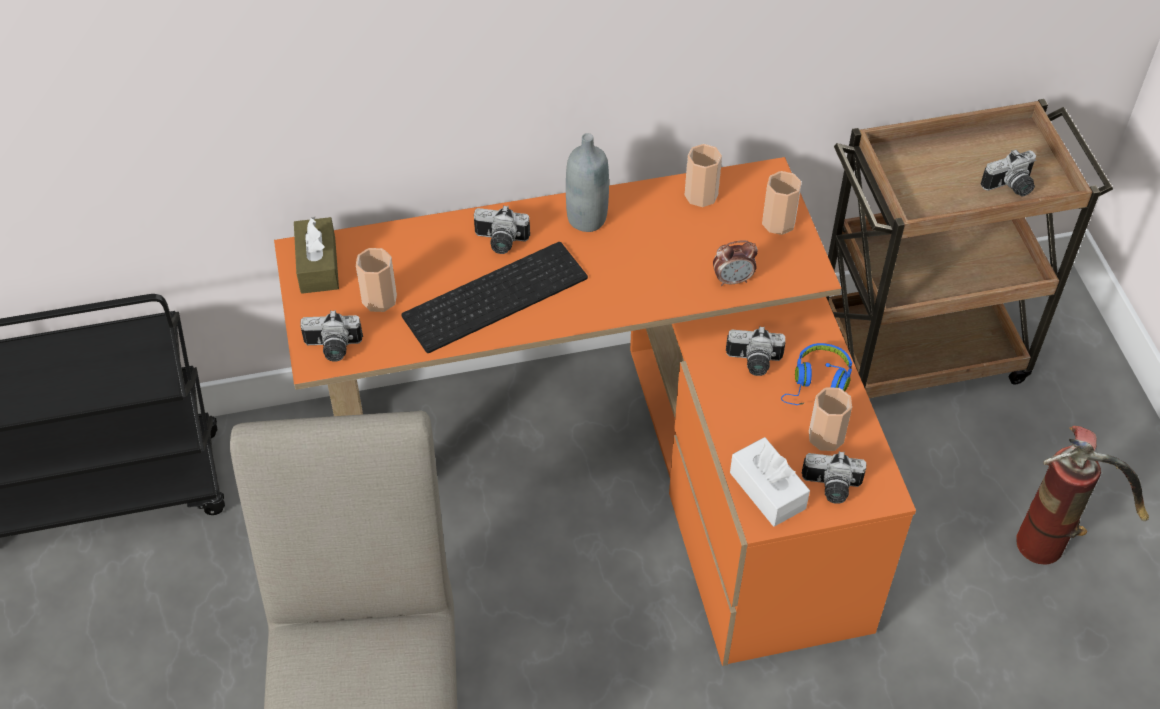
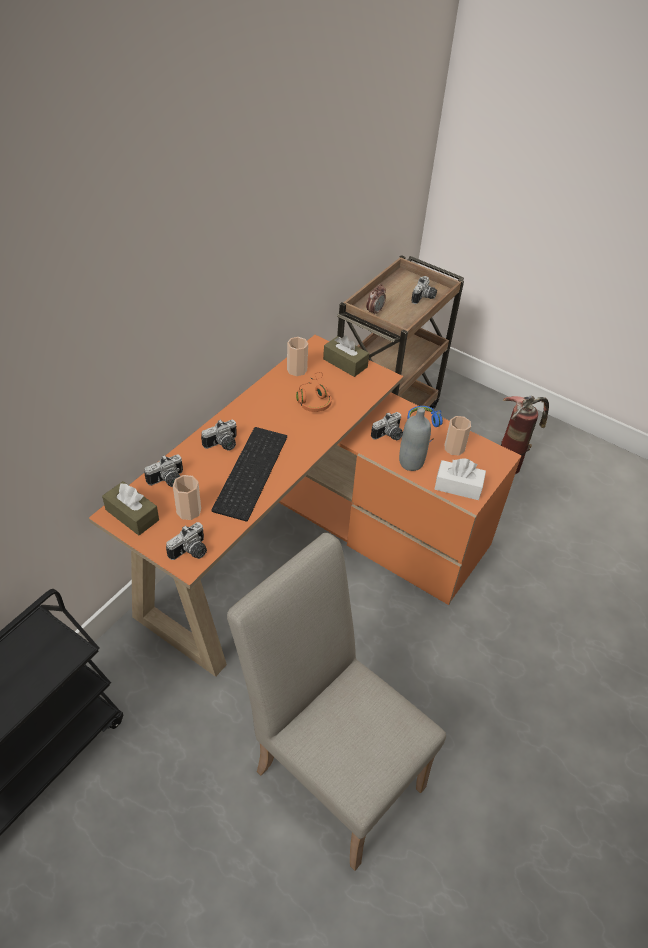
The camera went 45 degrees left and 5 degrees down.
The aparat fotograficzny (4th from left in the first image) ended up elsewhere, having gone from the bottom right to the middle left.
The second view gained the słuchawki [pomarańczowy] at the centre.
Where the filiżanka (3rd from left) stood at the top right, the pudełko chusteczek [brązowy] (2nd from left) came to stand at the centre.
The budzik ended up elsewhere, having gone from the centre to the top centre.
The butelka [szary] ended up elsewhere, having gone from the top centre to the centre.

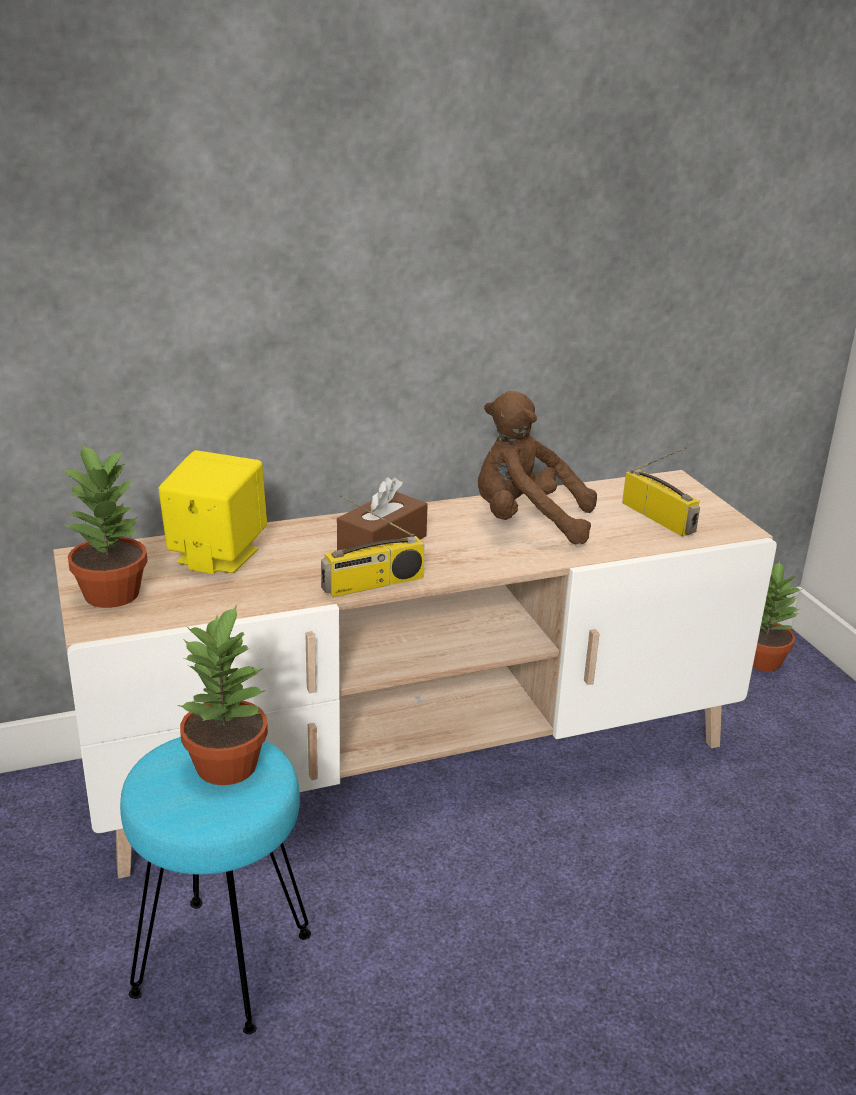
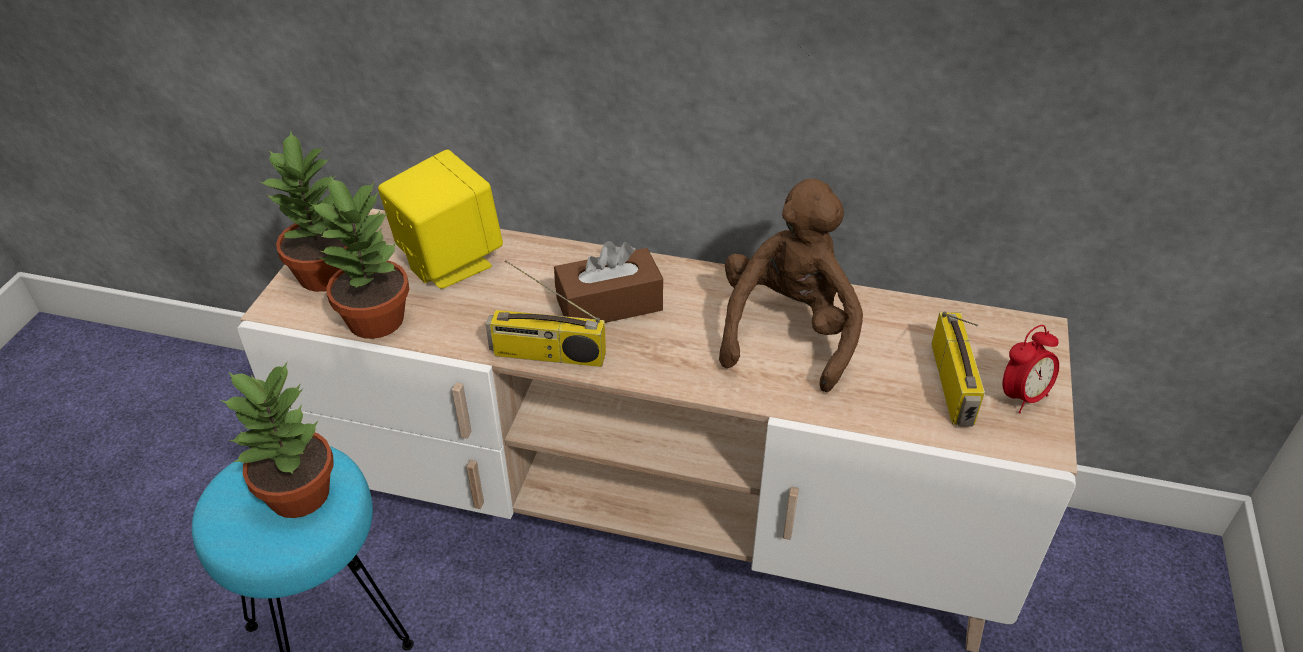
The camera went 35 degrees right and 15 degrees up.
The roślina doniczkowa (3rd from left) ended up elsewhere, having gone from the middle right to the middle left.
The pluszak [brązowy] at the centre ended up facing another way, 60 degrees clockwise from before.
The second view gained the budzik at the middle right.

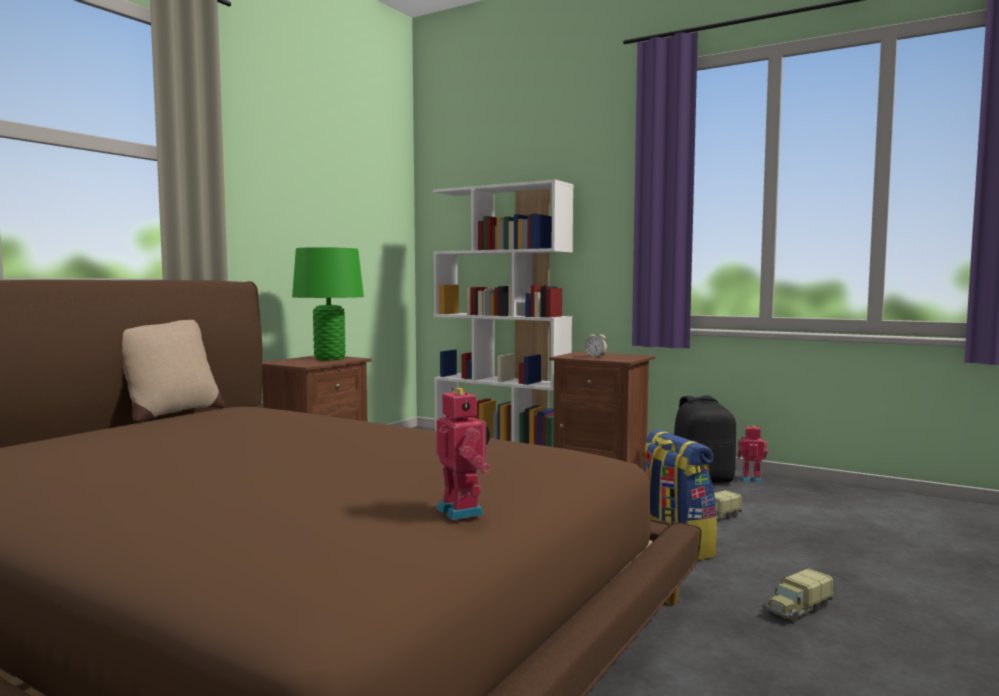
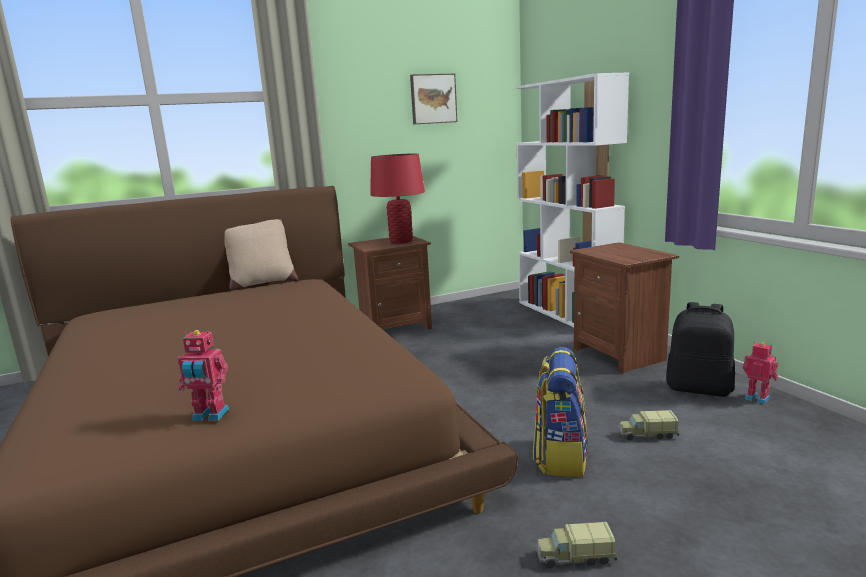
The camera went 35 degrees right and 10 degrees up.
The robot zabawkowy (1st from left) at the centre ended up facing another way, 90 degrees clockwise from before.
What was the lampa stołowa [zielony] at the middle left turned into the lampa stołowa [czerwony] at the centre.
The second view gained the obraz at the top centre.
The second view lost the budzik at the centre.

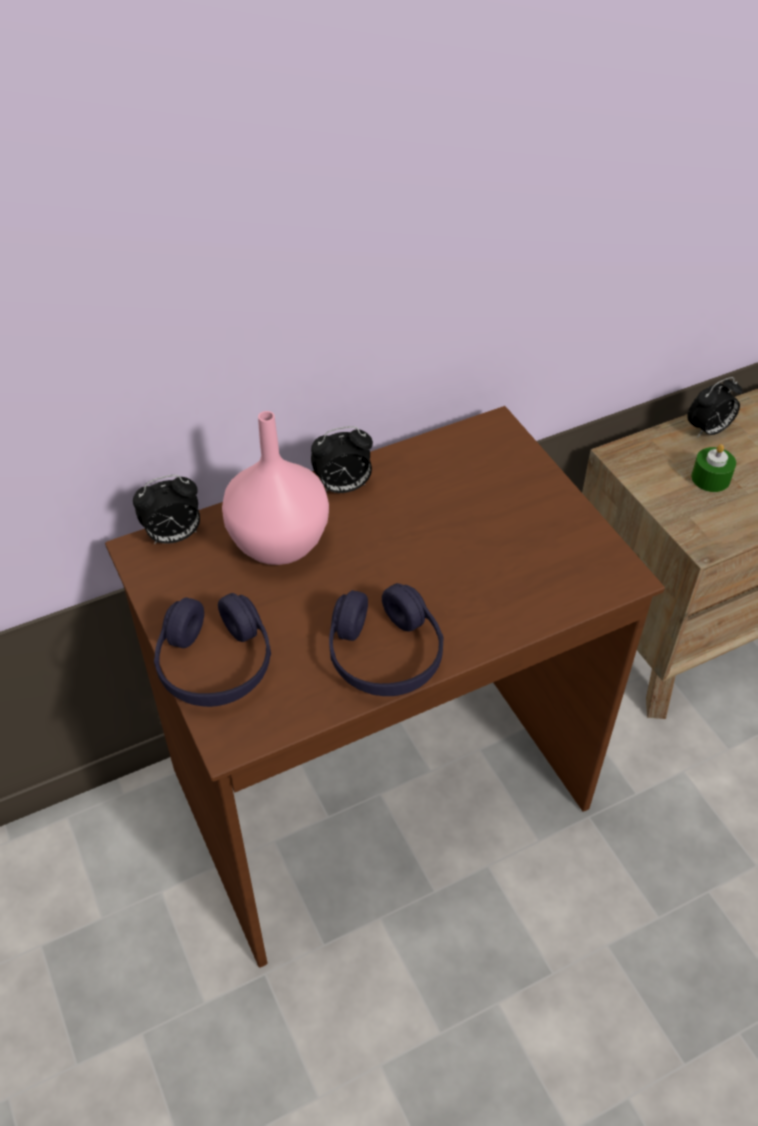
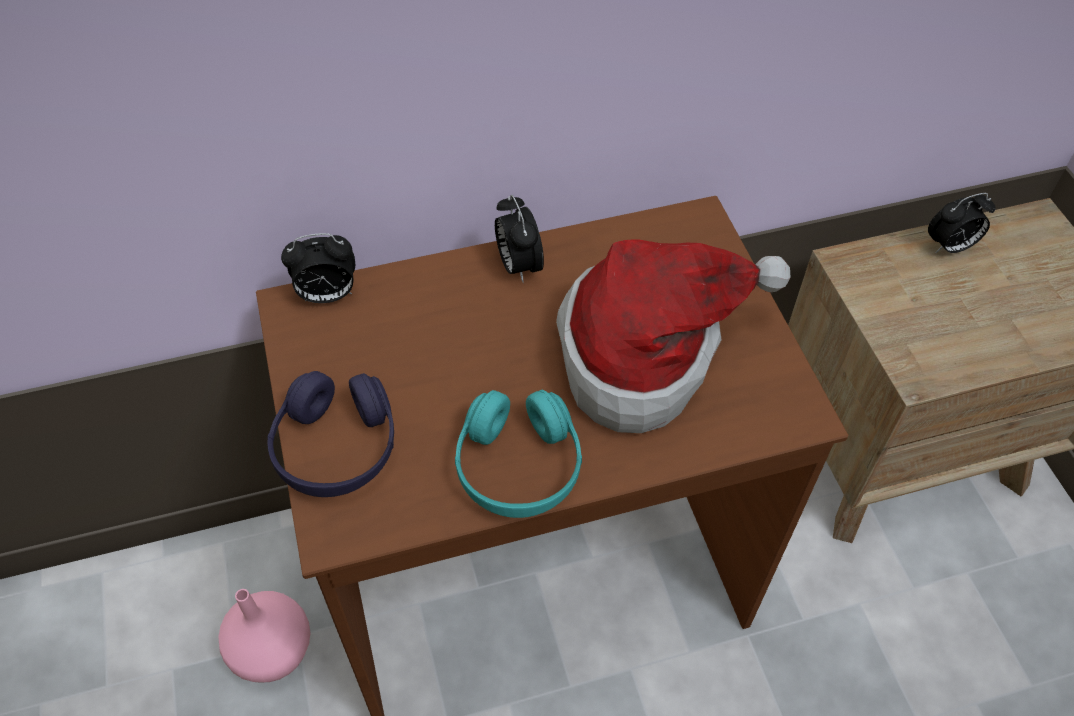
The camera went 10 degrees right and 5 degrees up.
The wazon [różowy] ended up elsewhere, having gone from the centre to the bottom left.
What was the słuchawki [fioletowy] (2nd from left) at the centre turned into the słuchawki [turkusowy] at the centre.
The budzik (2nd from left) at the centre ended up facing another way, 75 degrees clockwise from before.
The second view gained the kapelusz at the centre.
The second view lost the świeca [zielony] at the middle right.

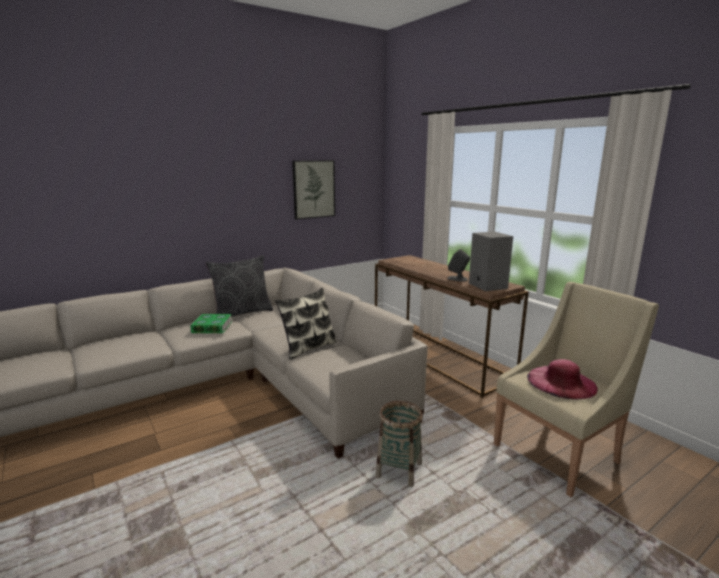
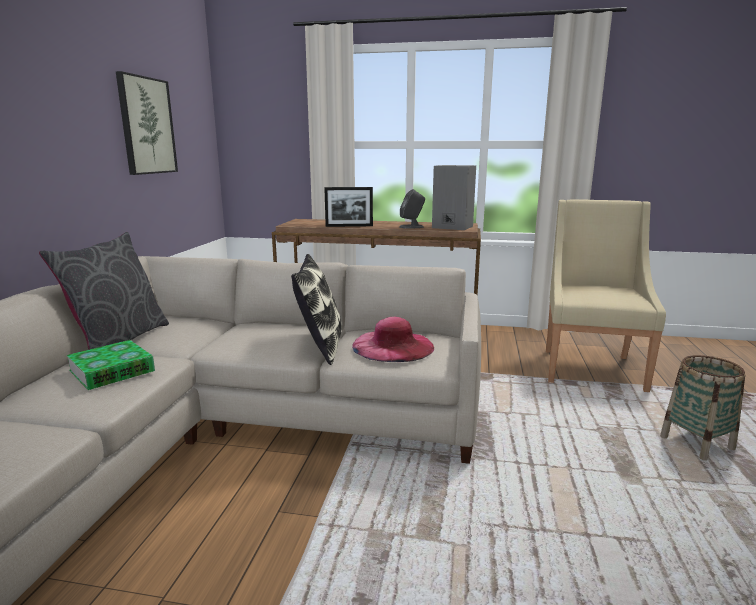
The camera went 45 degrees left and 0 degrees up.
The second view gained the ramka na zdjęcie at the centre.
The kapelusz [różowy] ended up elsewhere, having gone from the middle right to the centre.
The koszyk ended up elsewhere, having gone from the bottom centre to the bottom right.

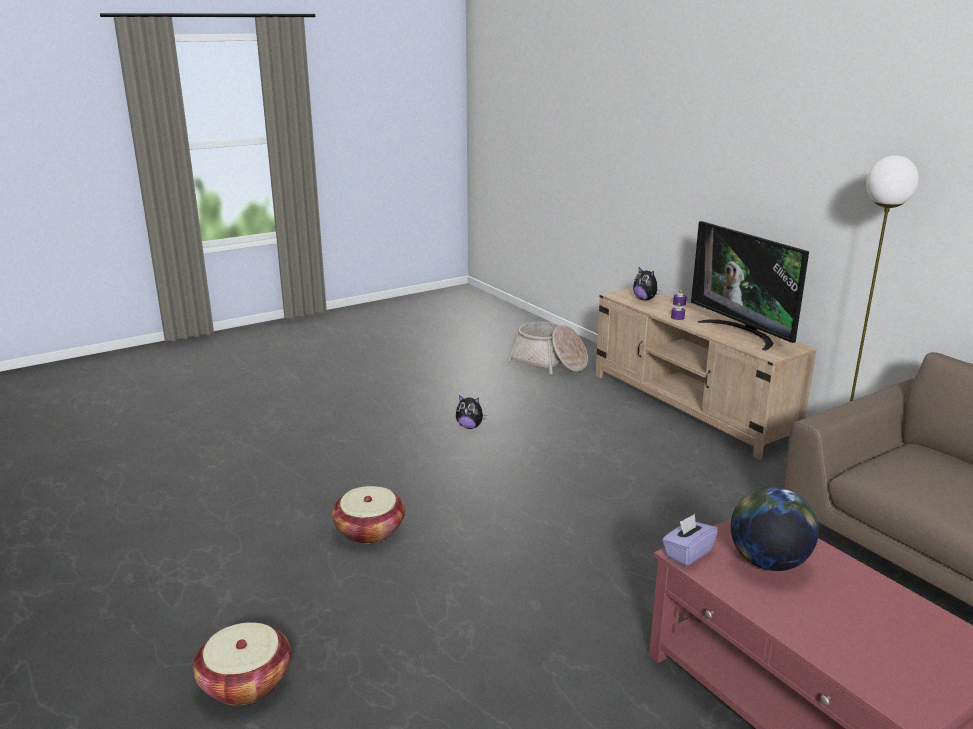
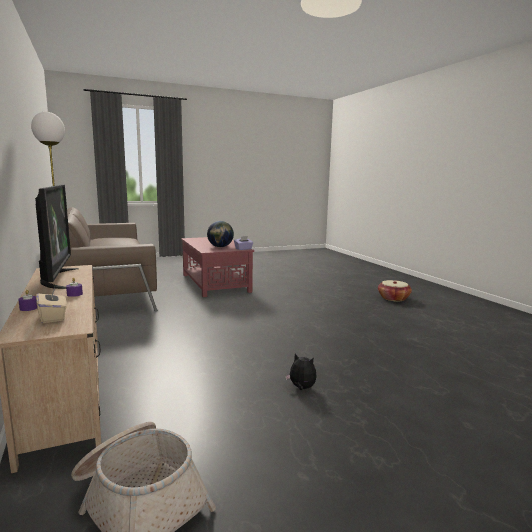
The camera went 170 degrees left and 10 degrees down.
Where the pluszak (2nd from left) stood at the centre, the pudełko chusteczek [beżowy] came to stand at the middle left.
The second view lost the koszyk (2nd from left) at the bottom centre.

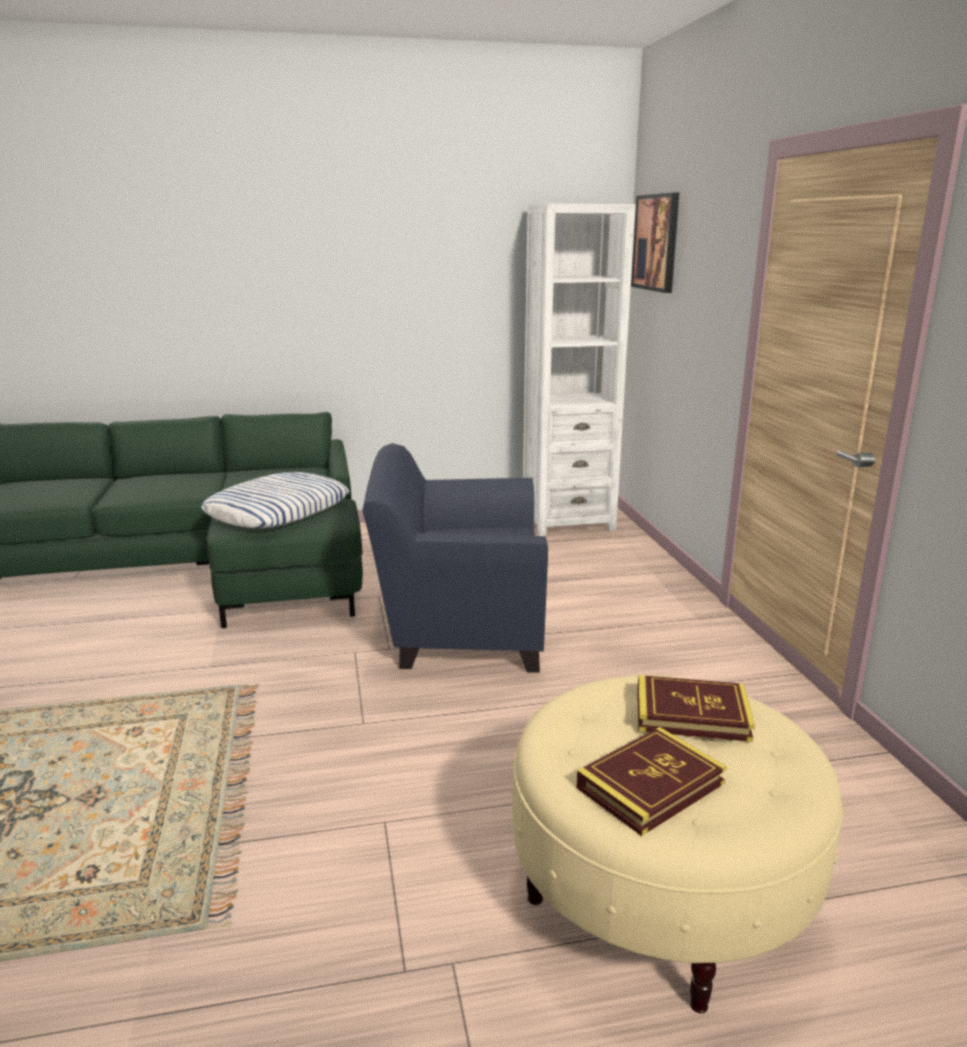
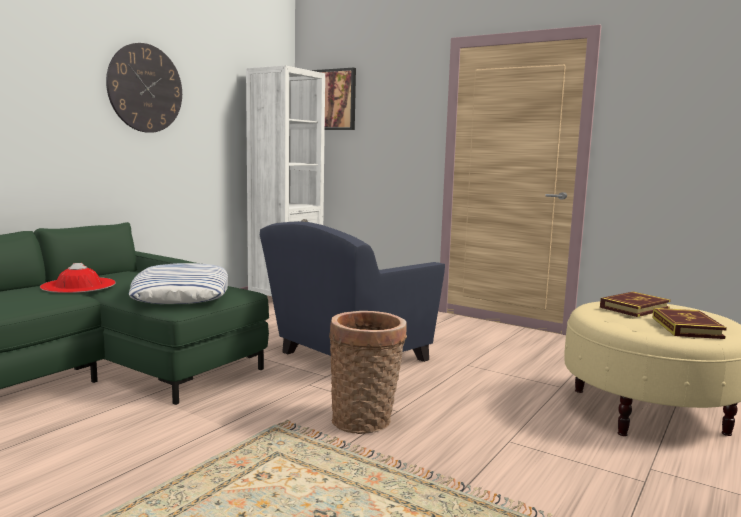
The camera went 45 degrees left and 10 degrees down.
The second view gained the kapelusz [czerwony] at the middle left.
The second view gained the zegar ścienny at the top left.
The second view gained the koszyk at the bottom centre.

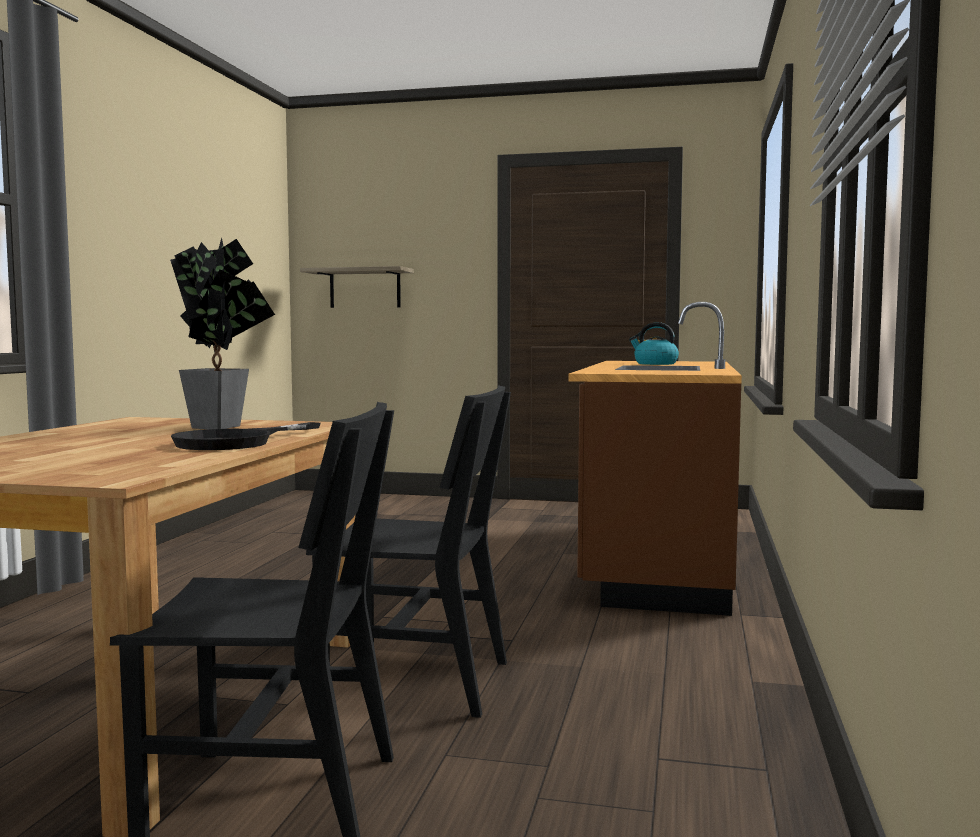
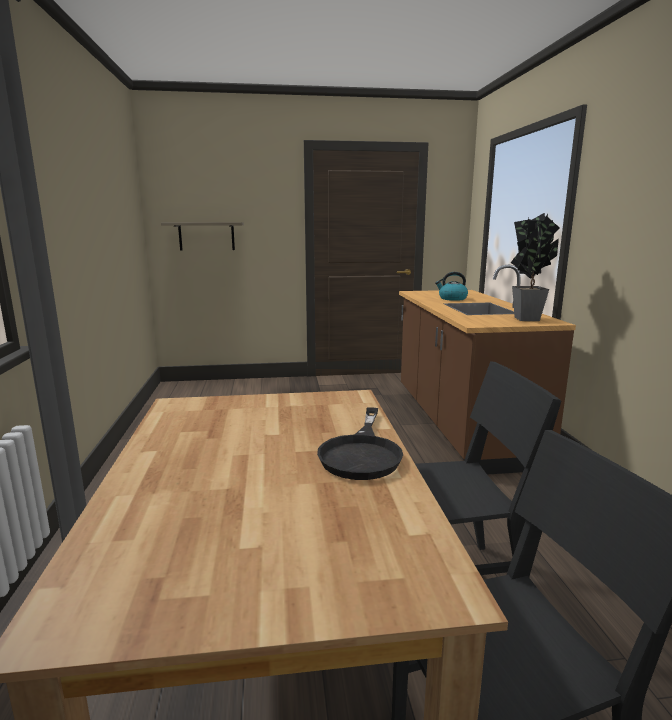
The camera went 20 degrees left and 10 degrees up.
The roślina doniczkowa ended up elsewhere, having gone from the middle left to the middle right.

